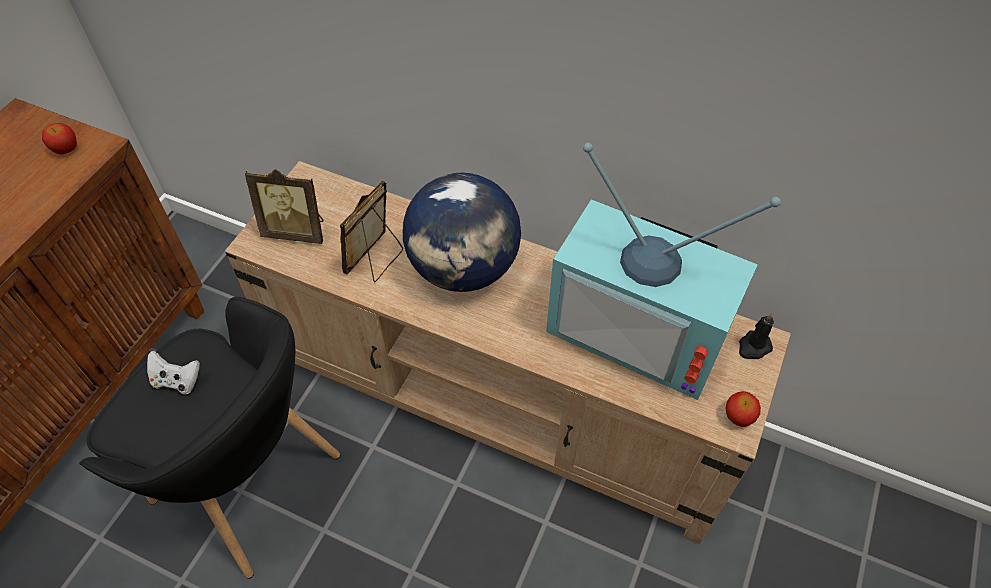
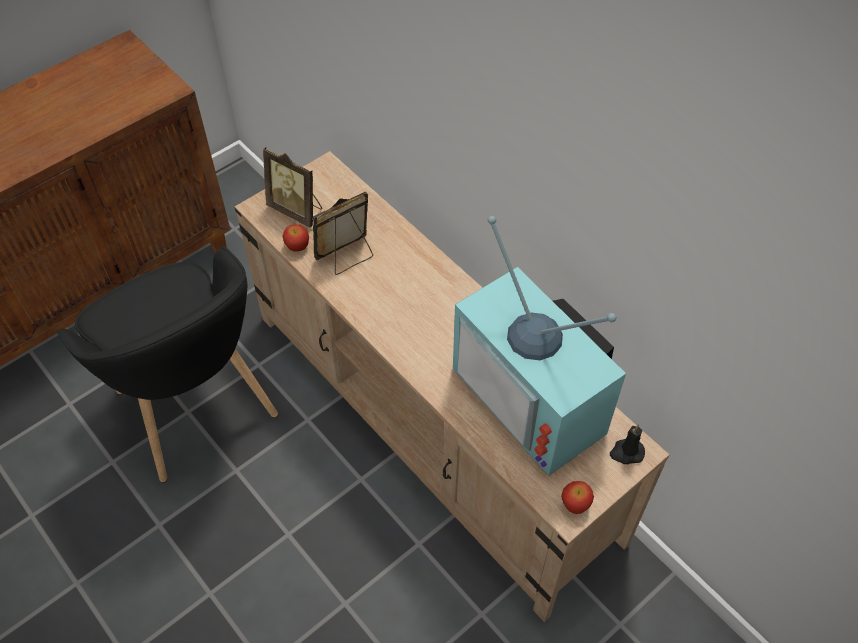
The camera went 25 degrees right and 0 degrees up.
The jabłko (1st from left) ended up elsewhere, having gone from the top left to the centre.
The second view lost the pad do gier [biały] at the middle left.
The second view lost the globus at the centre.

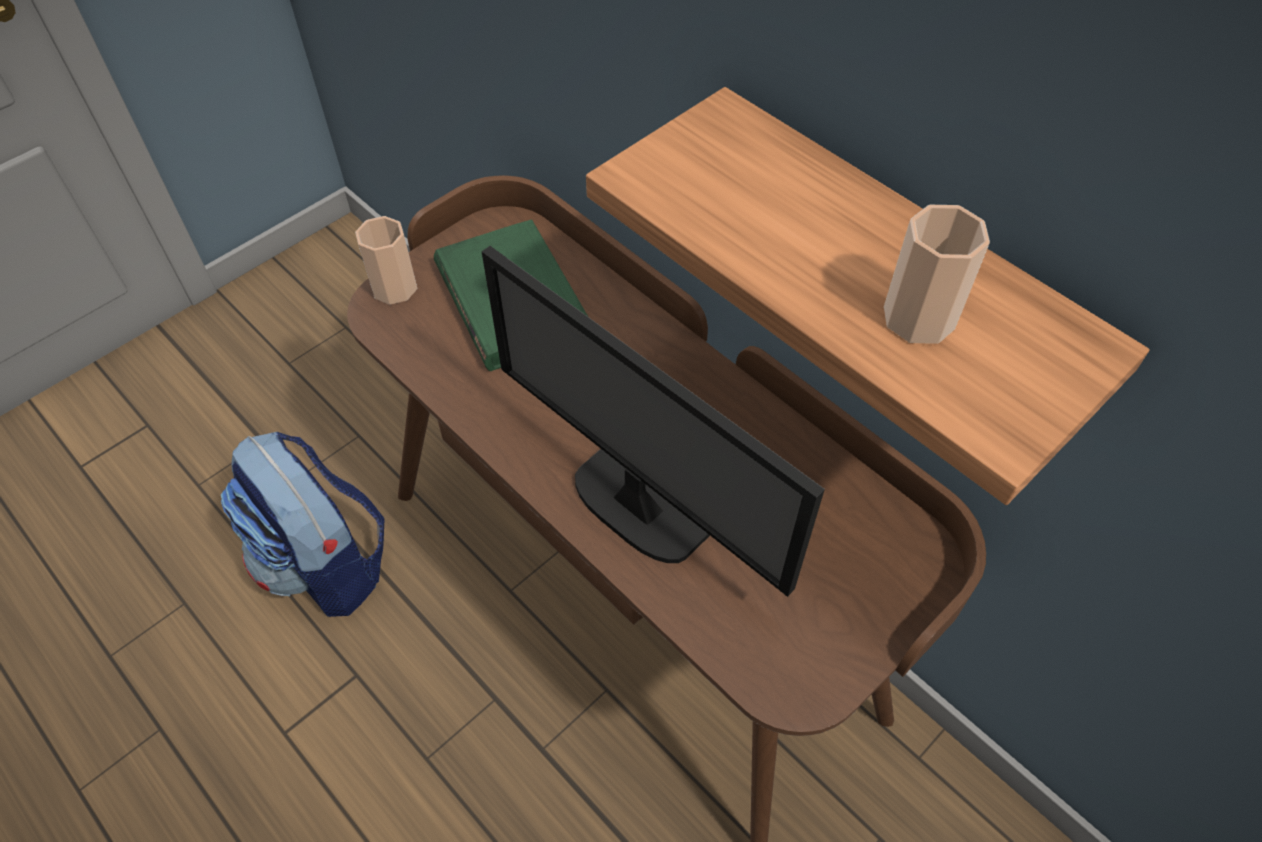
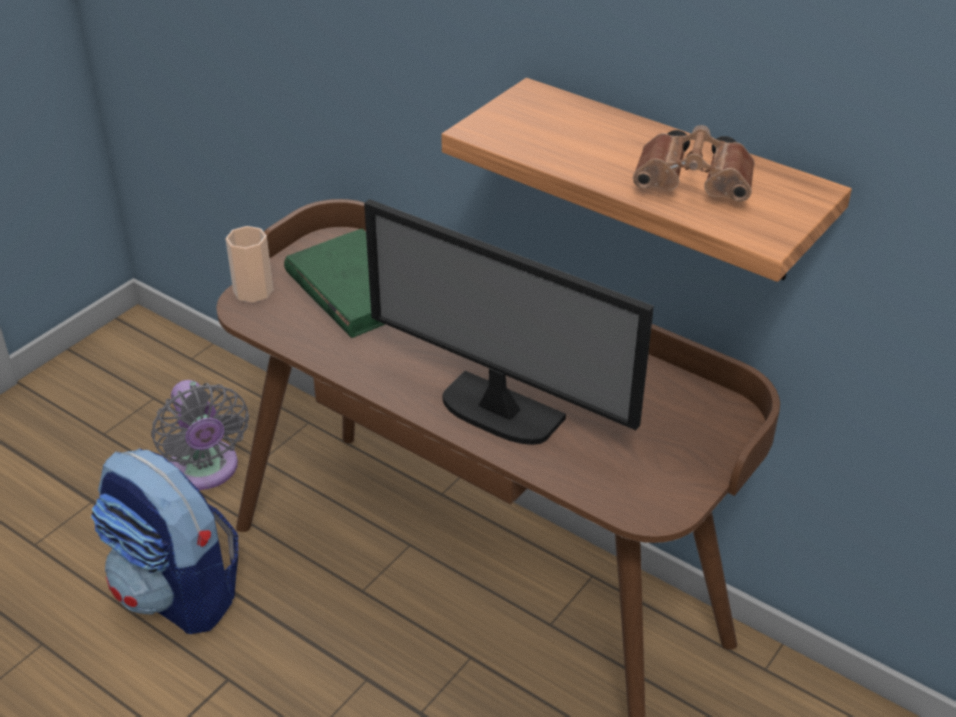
The camera went 10 degrees left and 15 degrees down.
The second view gained the wentylator [szary] at the middle left.
Where the filiżanka (2nd from left) stood at the top right, the lornetka [brązowy] came to stand at the top right.

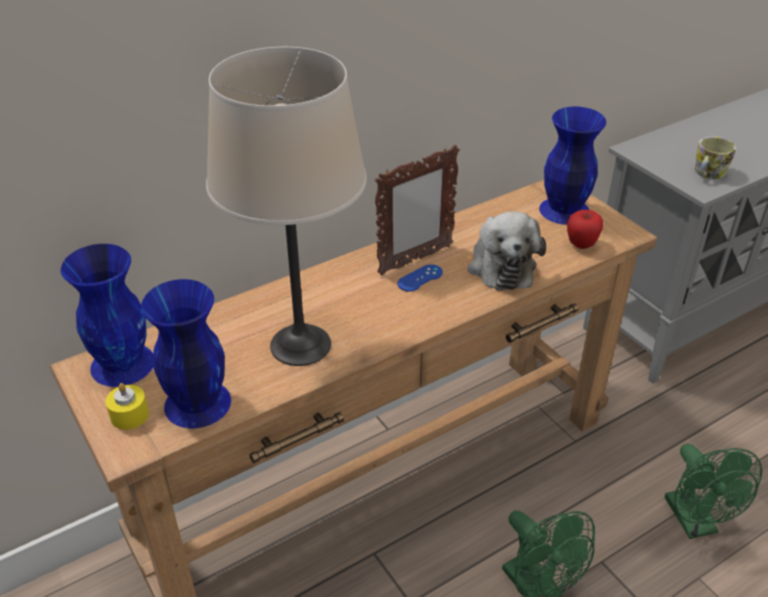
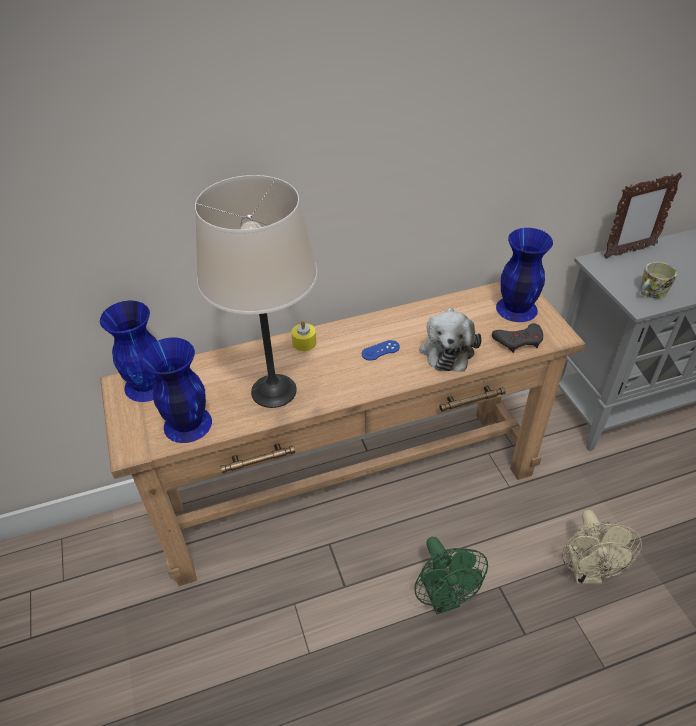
The camera went 15 degrees right and 5 degrees up.
The świeca [żółty] ended up elsewhere, having gone from the bottom left to the centre.
Where the jabłko stood at the middle right, the pad do gier [szary] came to stand at the middle right.
What was the wentylator [zielony] (2nd from left) at the bottom right turned into the wentylator [beżowy] at the bottom right.
The ramka na zdjęcie ended up elsewhere, having gone from the centre to the top right.

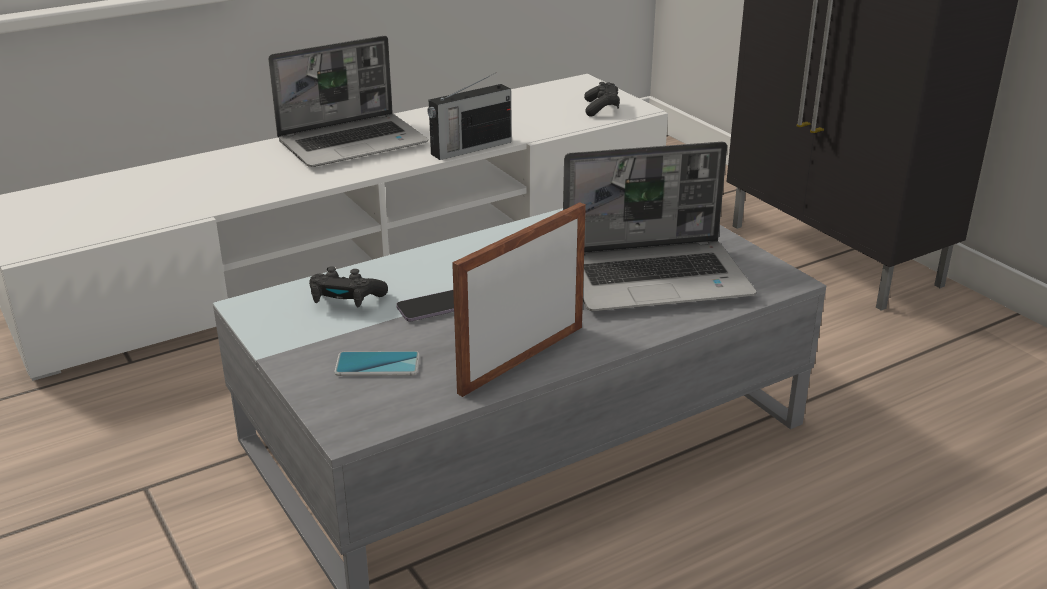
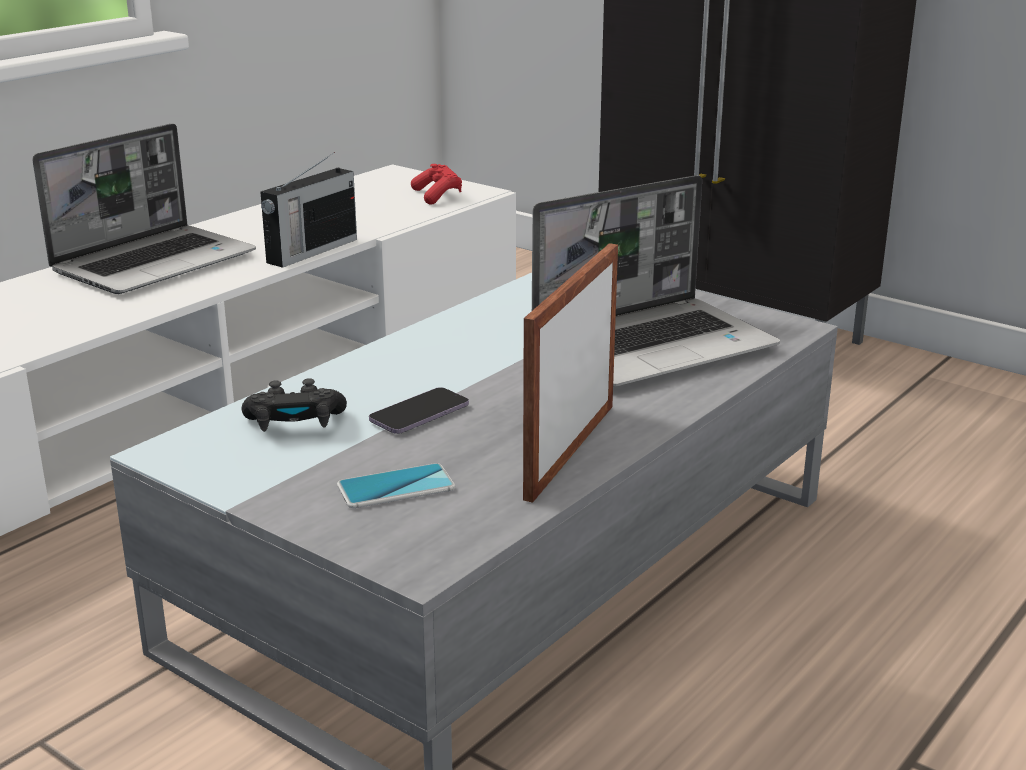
The camera went 20 degrees left and 5 degrees down.
What was the pad do gier [czarny] (2nd from left) at the top centre turned into the pad do gier [czerwony] at the top centre.

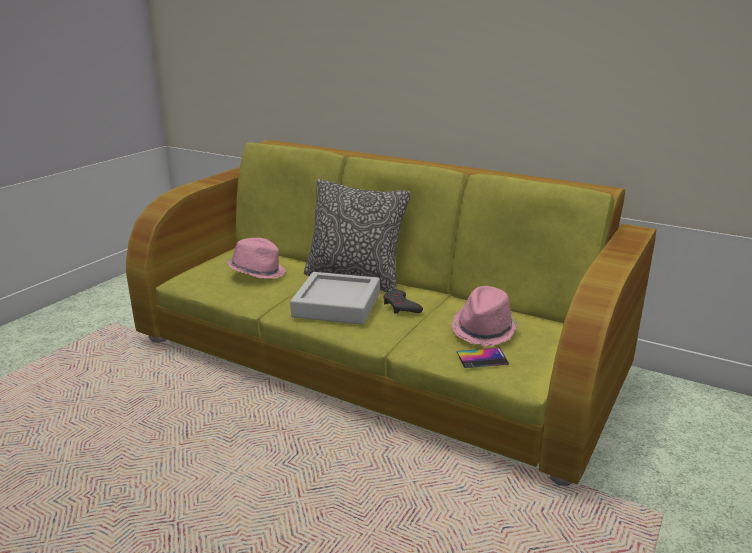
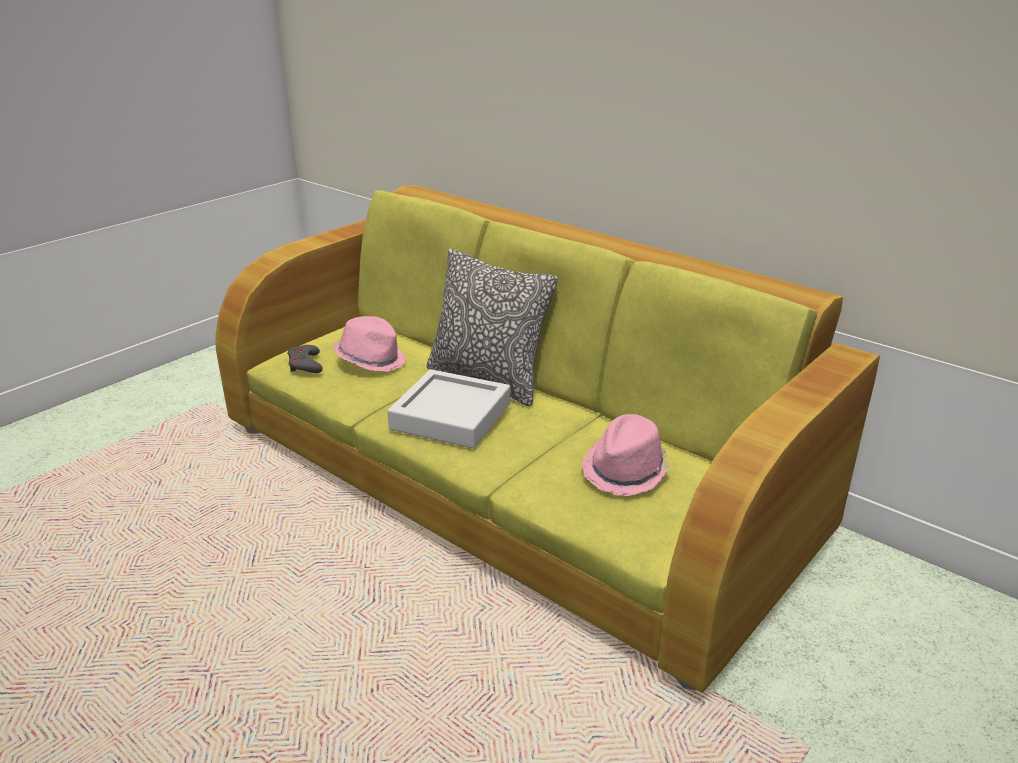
The camera went 10 degrees right and 5 degrees up.
The pad do gier [szary] ended up elsewhere, having gone from the centre to the middle left.
The second view lost the telefon at the centre.

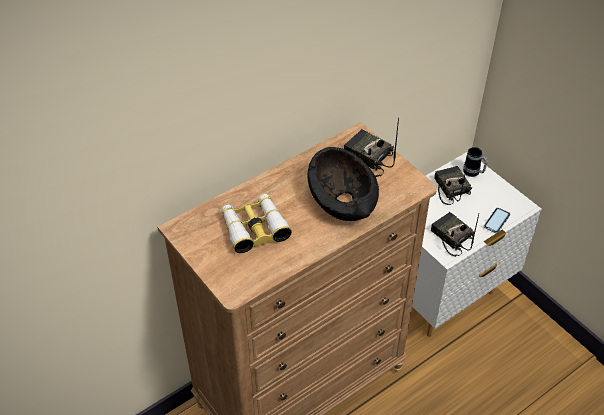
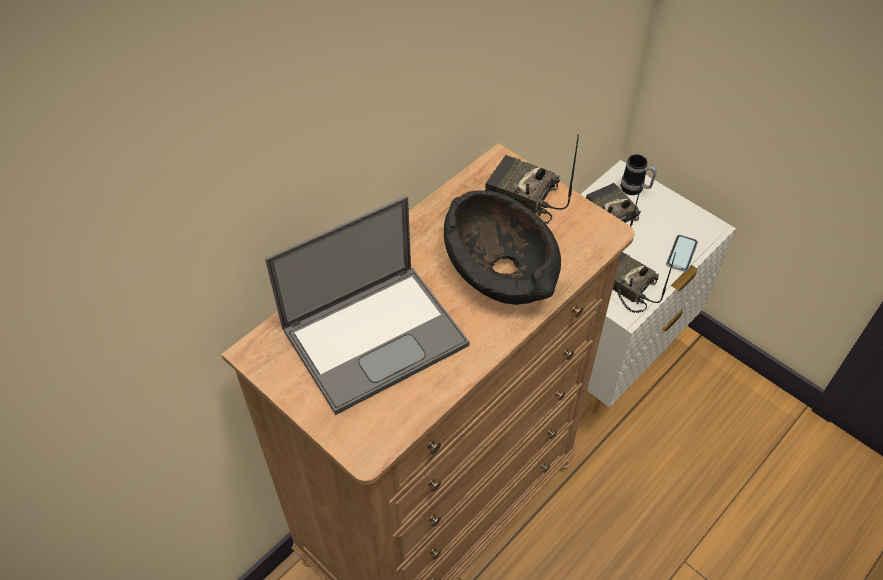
The camera went 10 degrees left and 5 degrees up.
Where the lornetka stood at the centre, the laptop came to stand at the centre.

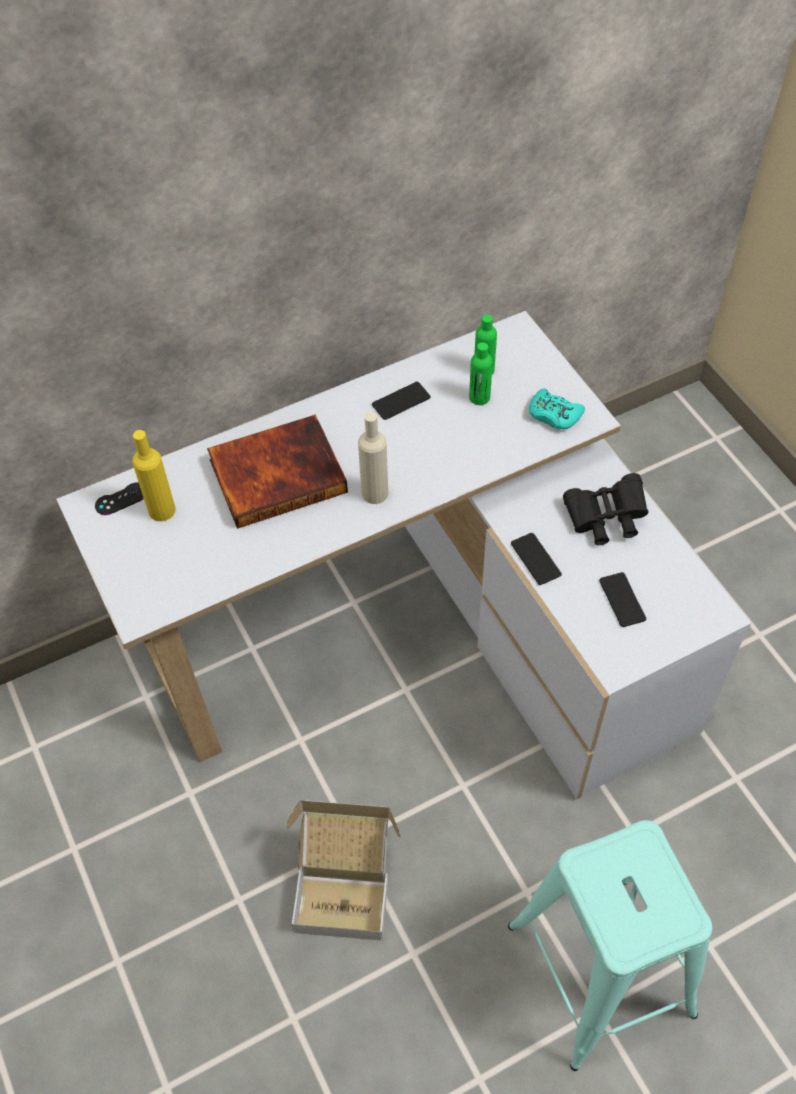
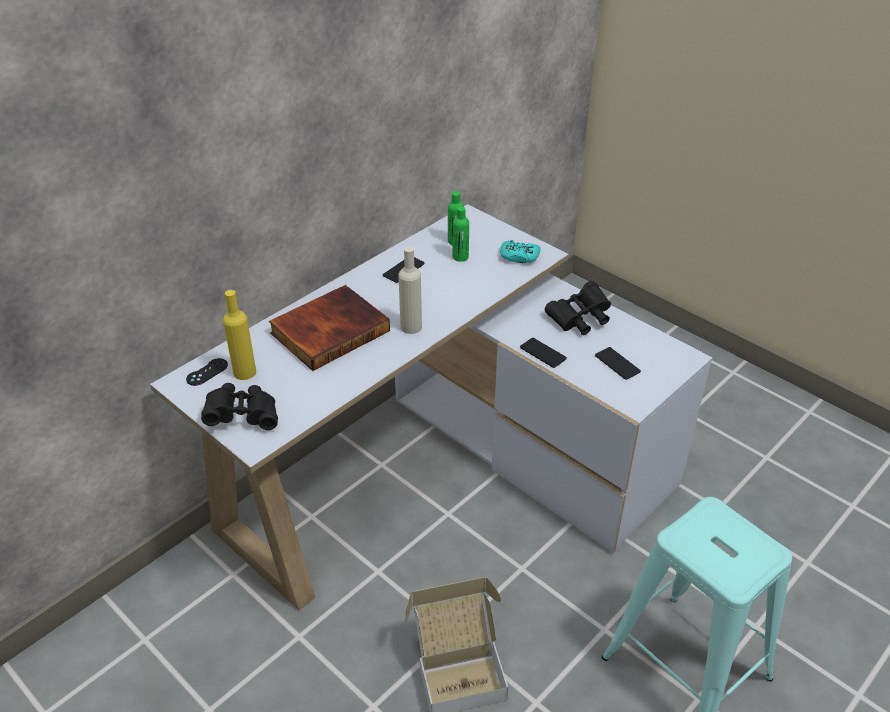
The camera went 20 degrees left and 15 degrees down.
The second view gained the lornetka [czarny] (1st from left) at the middle left.

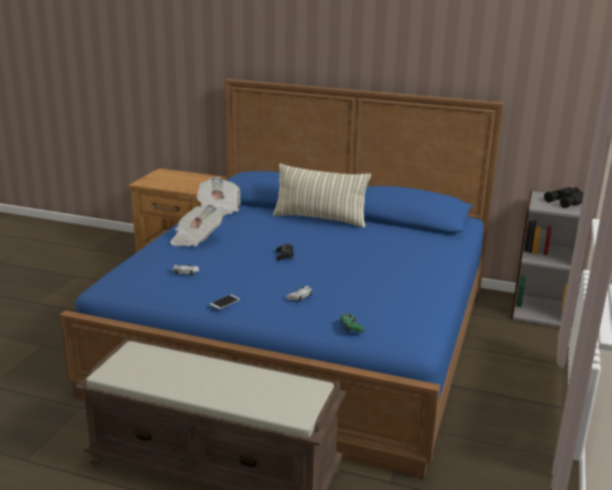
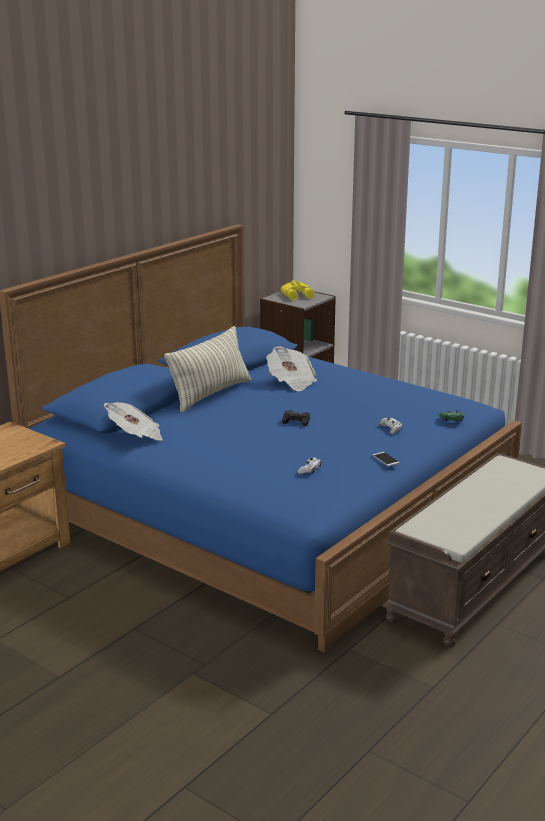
The camera went 70 degrees left and 0 degrees up.
The gazeta (1st from left in the first image) ended up elsewhere, having gone from the middle left to the centre.
What was the lornetka [czarny] at the middle right turned into the lornetka [żółty] at the centre.

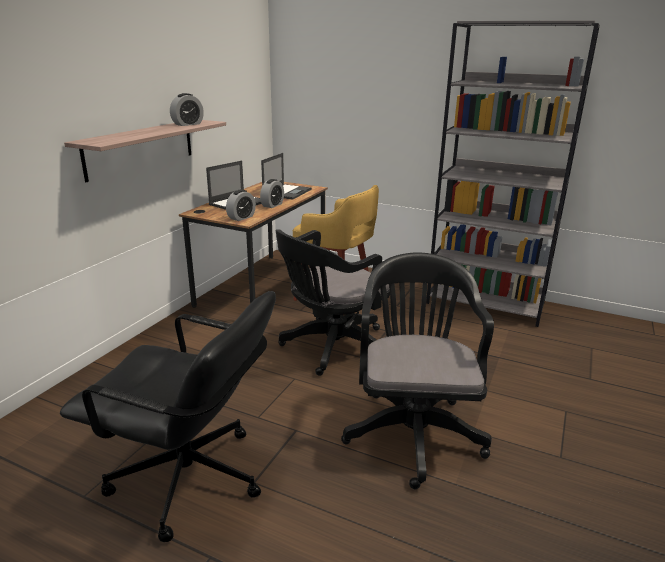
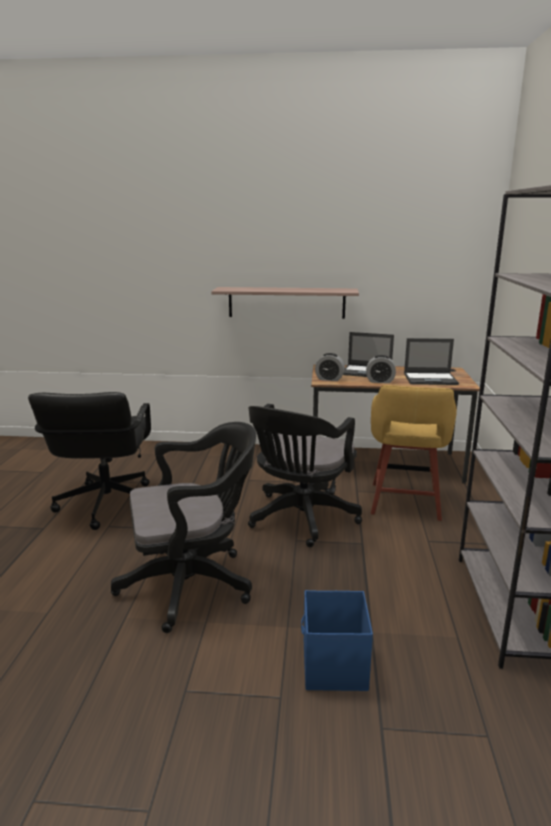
The camera went 70 degrees right and 5 degrees down.
The krzesło biurowe [czarny] (2nd from left in the first image) at the centre ended up facing another way, 90 degrees counterclockwise from before.
The second view gained the pojemnik do przechowywania [niebieski] at the bottom centre.
The second view lost the budzik (1st from left) at the top left.

